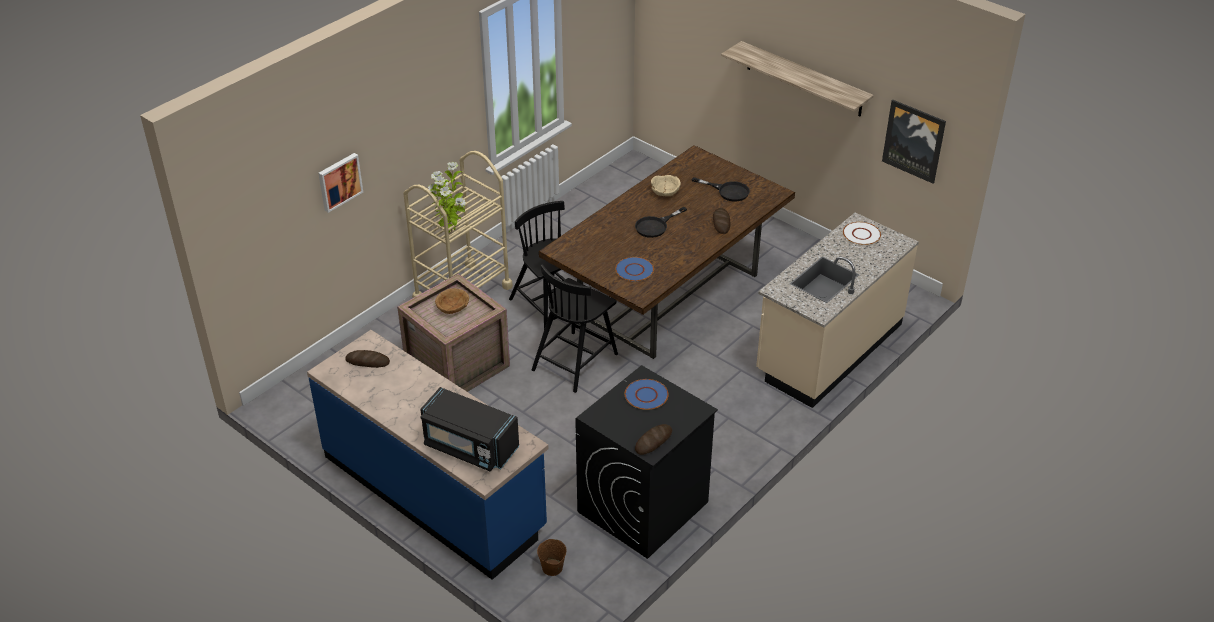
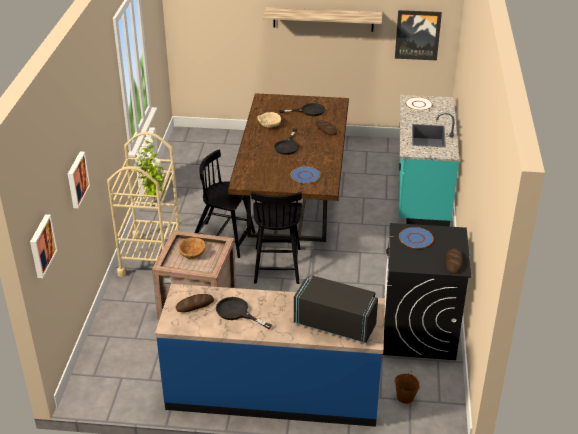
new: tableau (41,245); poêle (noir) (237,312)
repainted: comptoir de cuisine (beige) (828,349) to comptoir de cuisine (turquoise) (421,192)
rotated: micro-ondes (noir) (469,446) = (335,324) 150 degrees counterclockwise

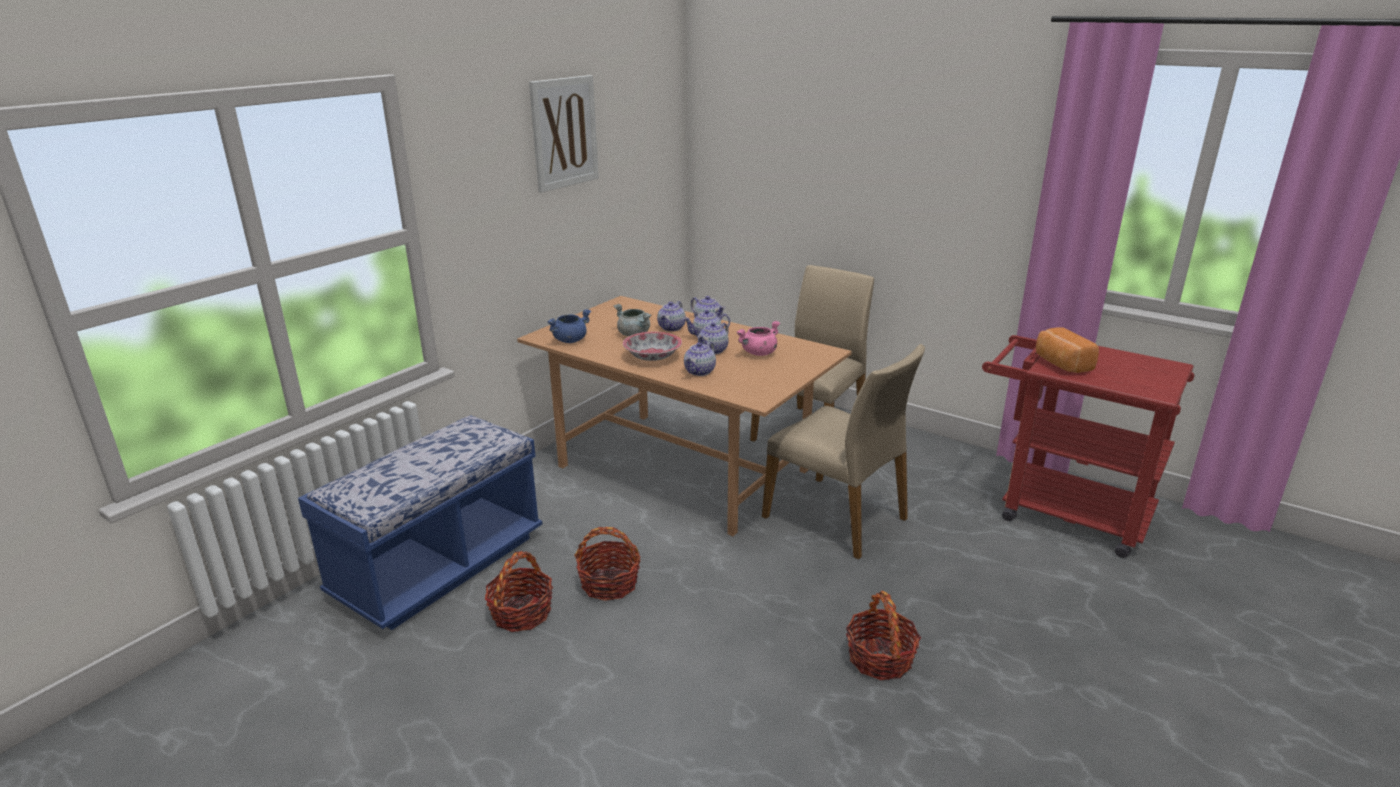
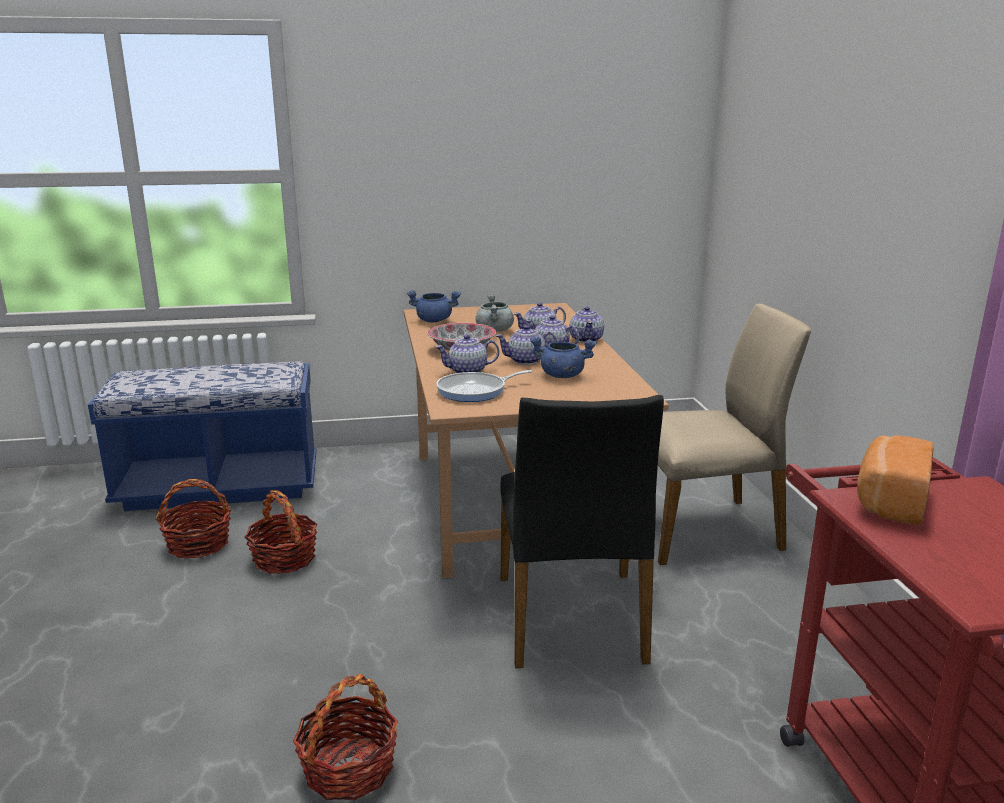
gone: tableau (564,133)
new: poêle (475,391)
repainted: chaise (beige) (837,517) to chaise (noir) (572,618); marmite (rose) (759,353) to marmite (bleu) (561,376)

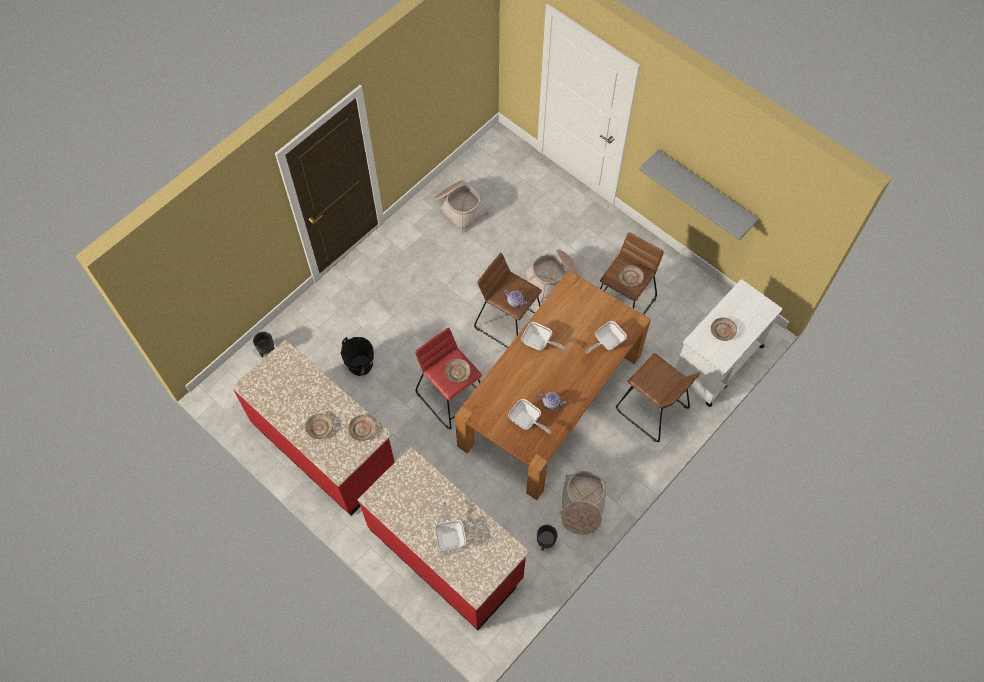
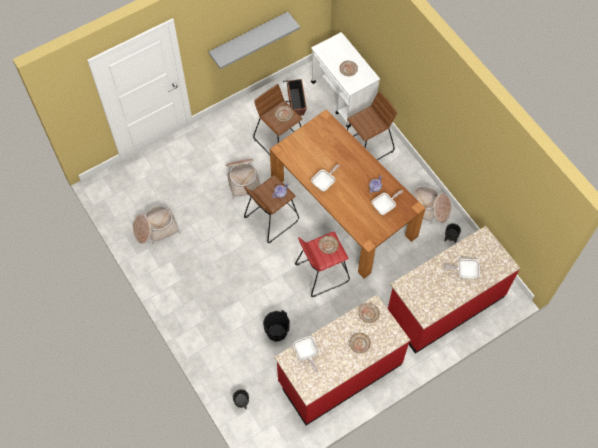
new: cache-pot (296,102)
shifted: poêle (606,342) to (306,354)

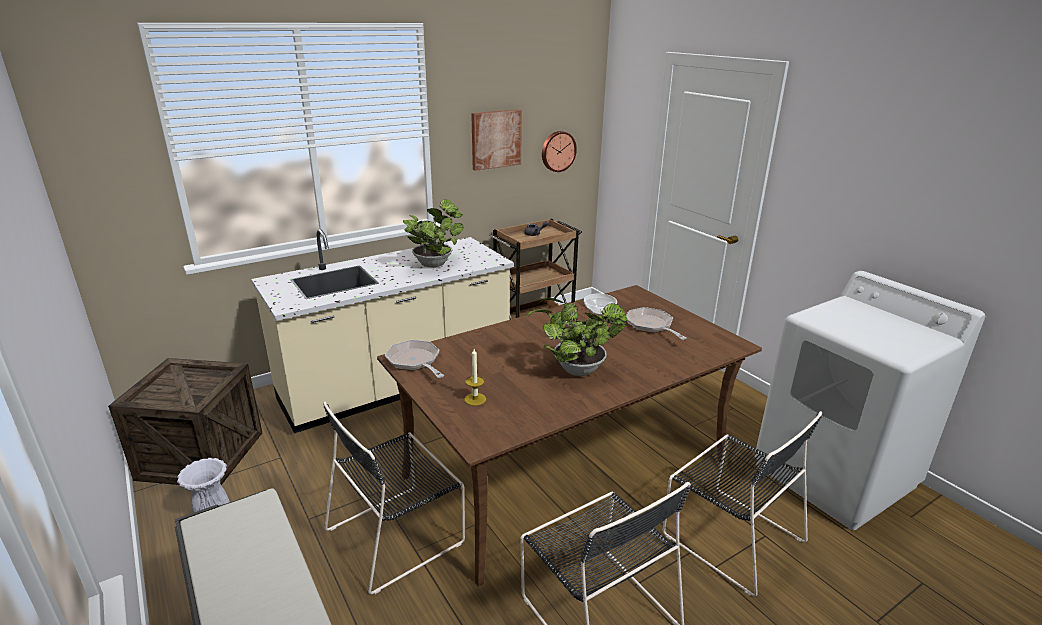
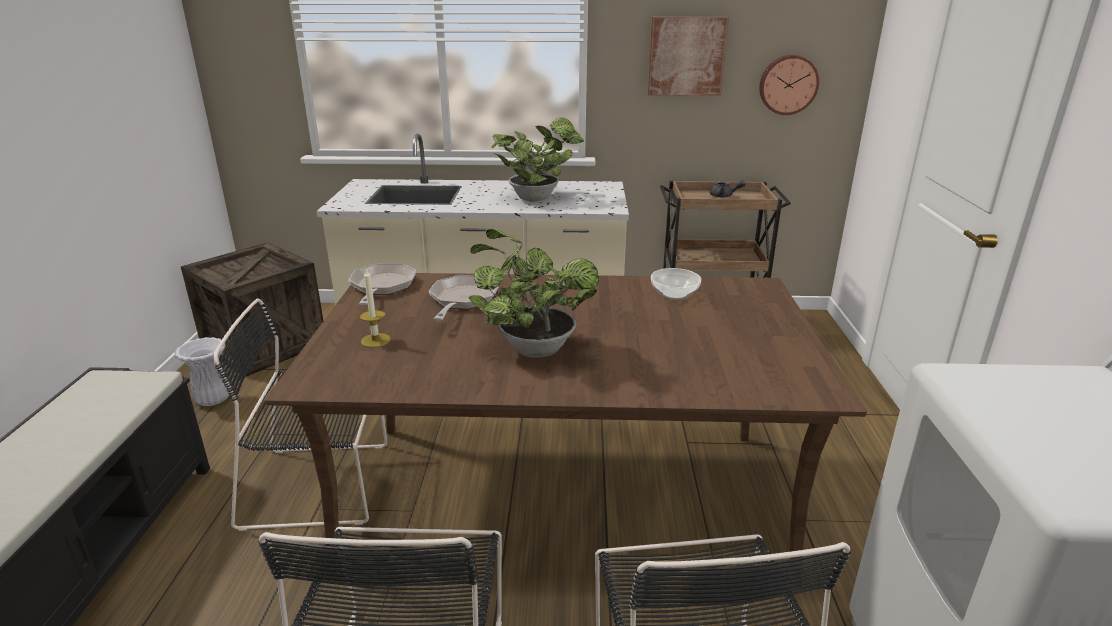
shifted: poêle (651,326) to (462,301)

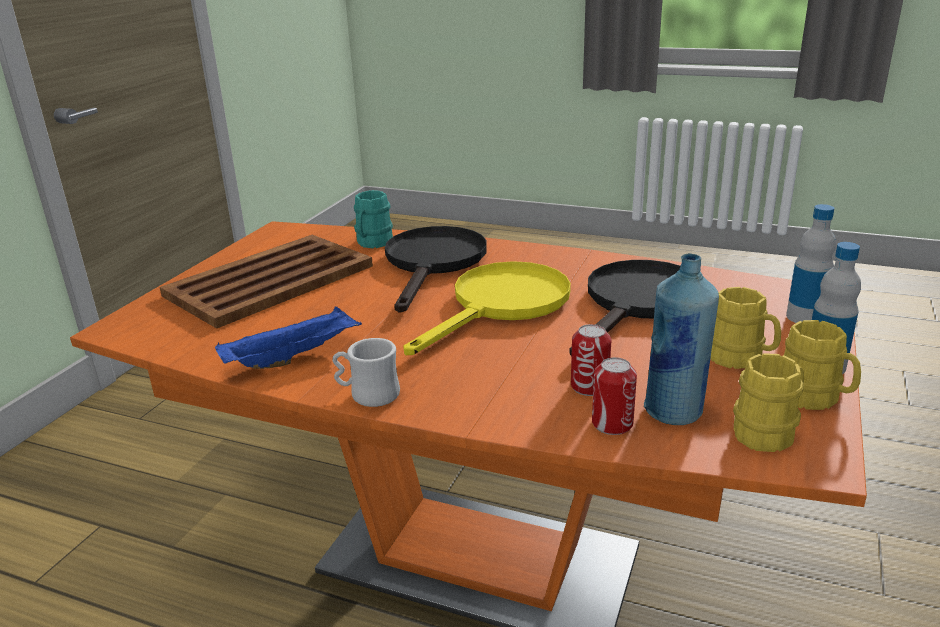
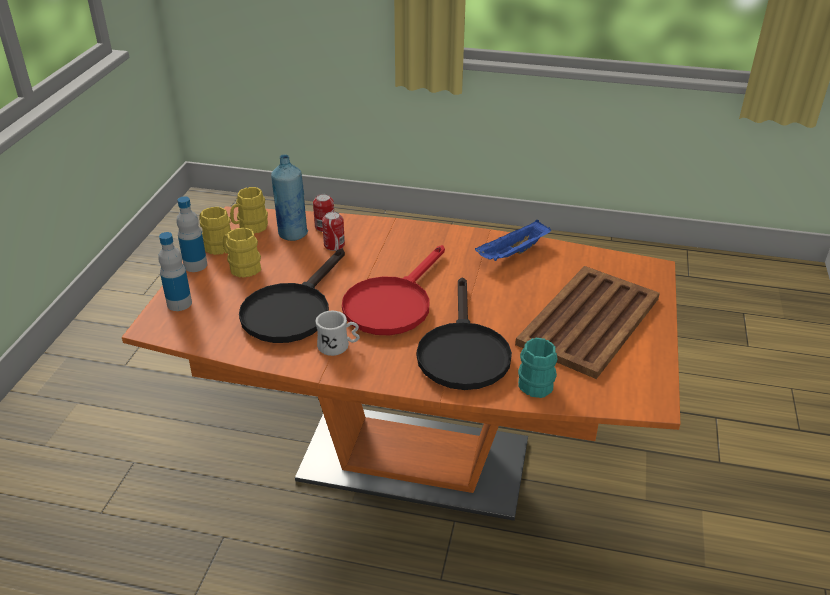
shifted: mug (blanc) (367,394) to (338,346)
repainted: poêle (jaune) (502,305) to poêle (rouge) (392,303)

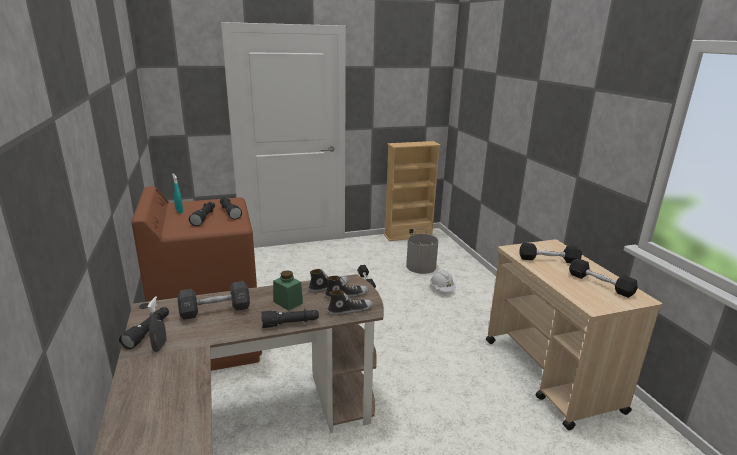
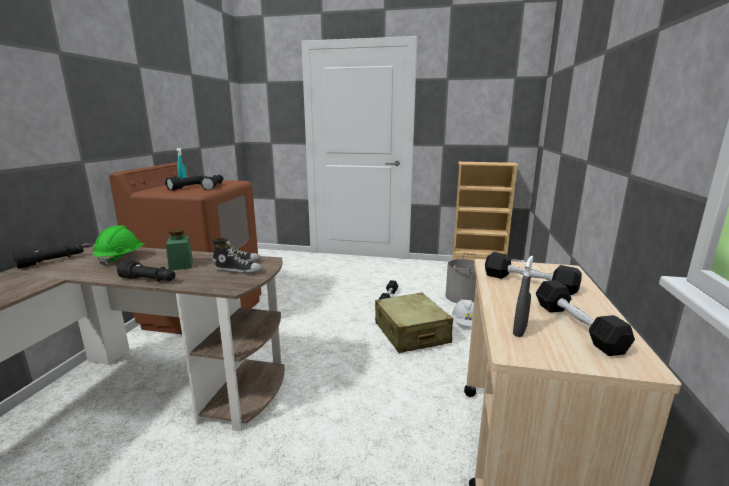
gone: chaussure (350,310)
new: valise (beige) (411,333)
shifted: vaporisateur (gris) (160,346) to (519,331)
swapped: haltère (noir) (215,310) to casque de chantier (vert) (121,258)

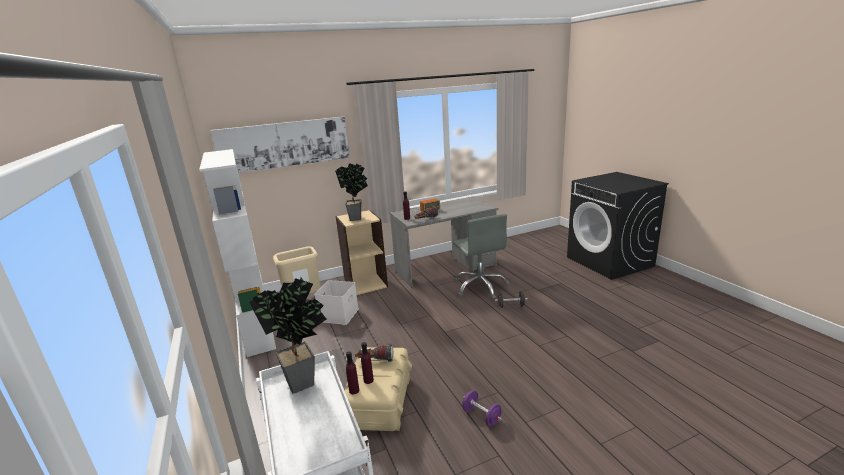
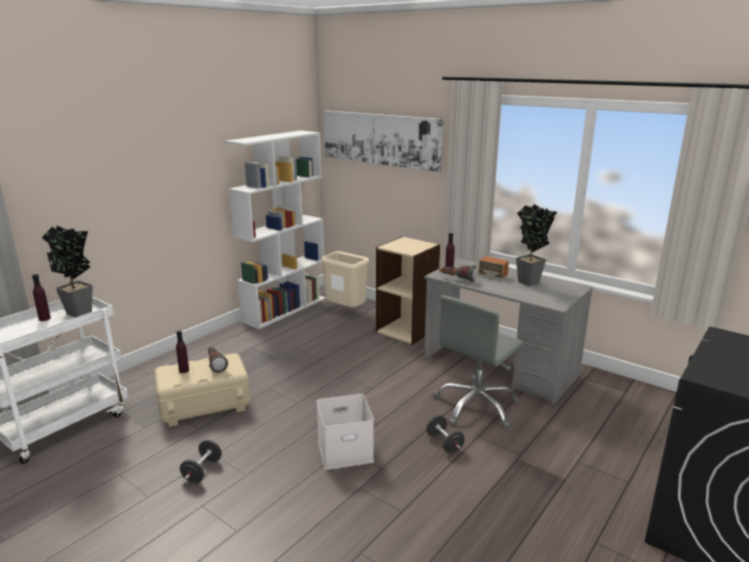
shifted: bouteille (violet) (354,390) to (44,318); boîte de rangement (blanc) (338,314) to (346,450); plante en pot (357,219) to (529,283)
repainted: haltère (violet) (481,416) to haltère (noir) (202,471)

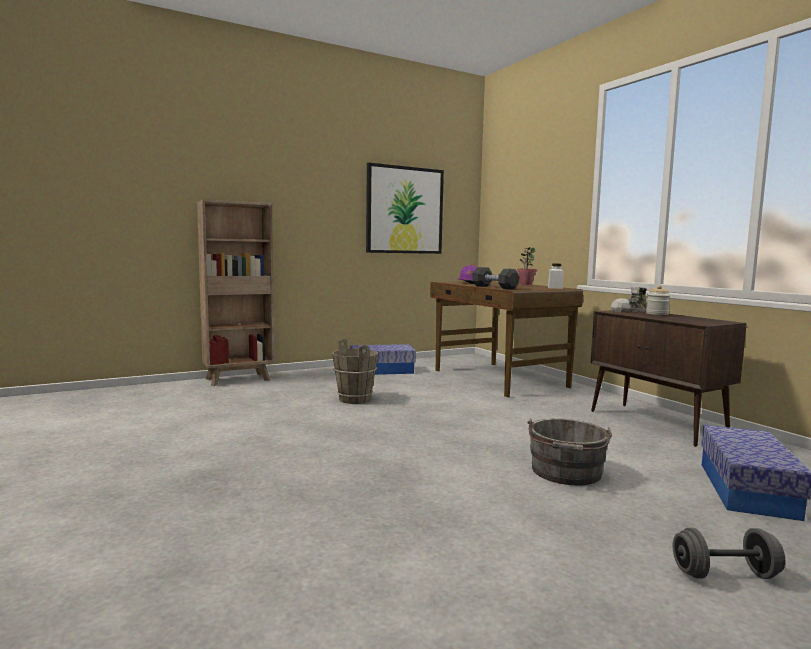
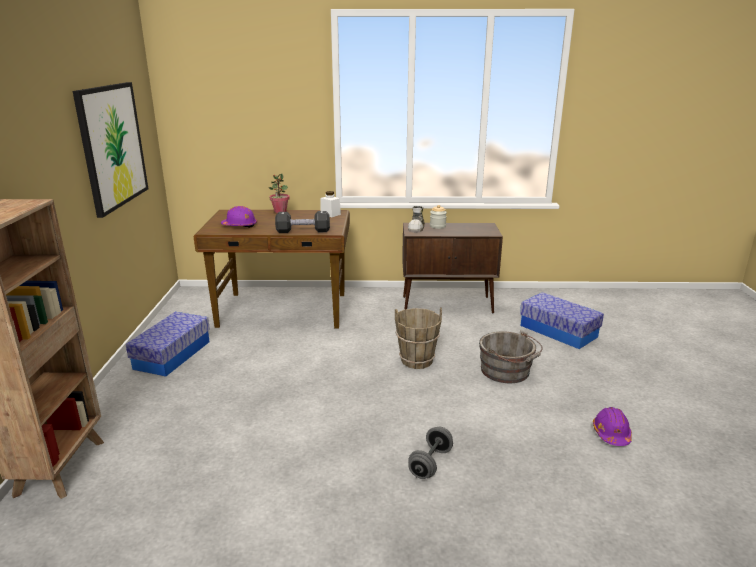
new: casque de chantier (violet) (611,434)
shifted: seau (marron) (355,399) to (416,360); haltère (gris) (724,574) to (430,463)

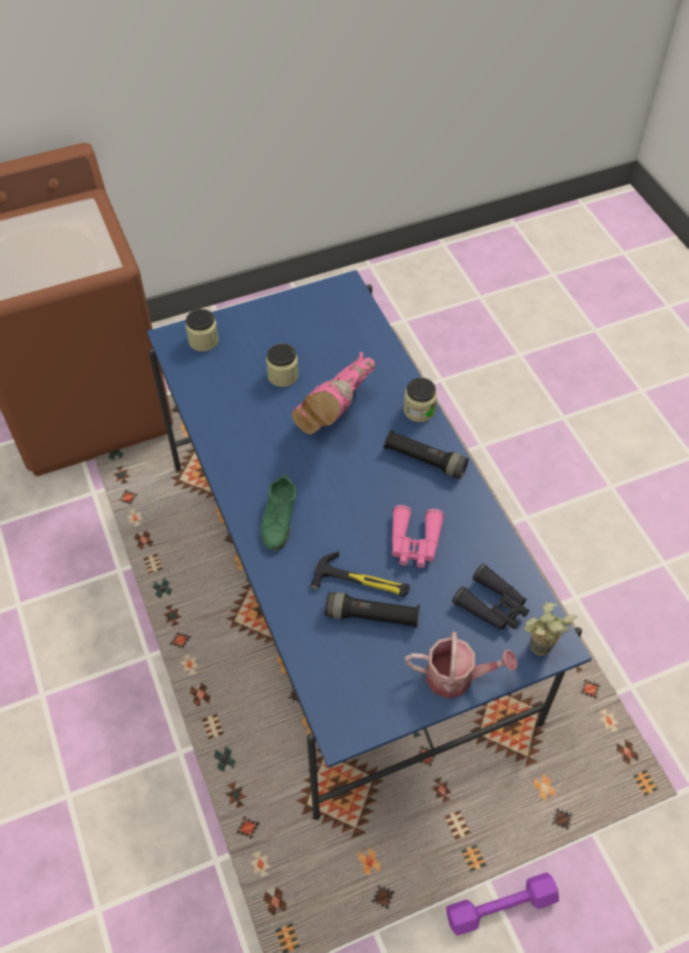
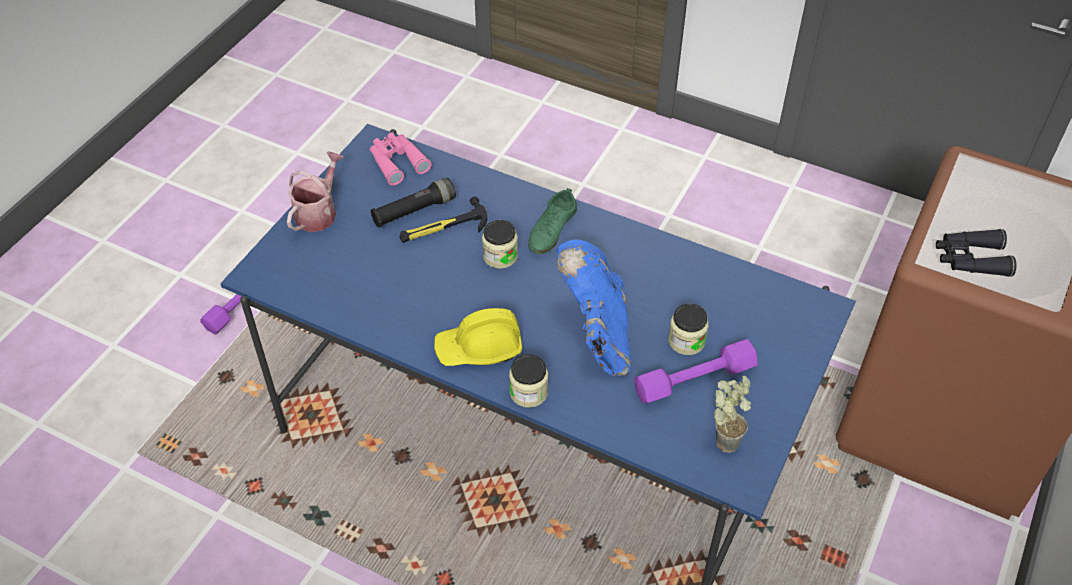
new: haltère (violet) (694,379)
shifted: jumelles (rose) (414,543) to (397,162); bocal (203,341) to (500,256); plante en pot (537,652) to (725,437); jumelles (noir) (493,606) to (970,259)
swapped: lampe de poche (noir) (425,460) to casque de chantier (jaune) (479,348)
repainted: botte (rose) (335,416) to botte (bleu) (598,335)
rotated: arrosoir (456,677) = (319,212) 150 degrees clockwise; chaussure (vert) (279,518) = (552,229) 120 degrees counterclockwise

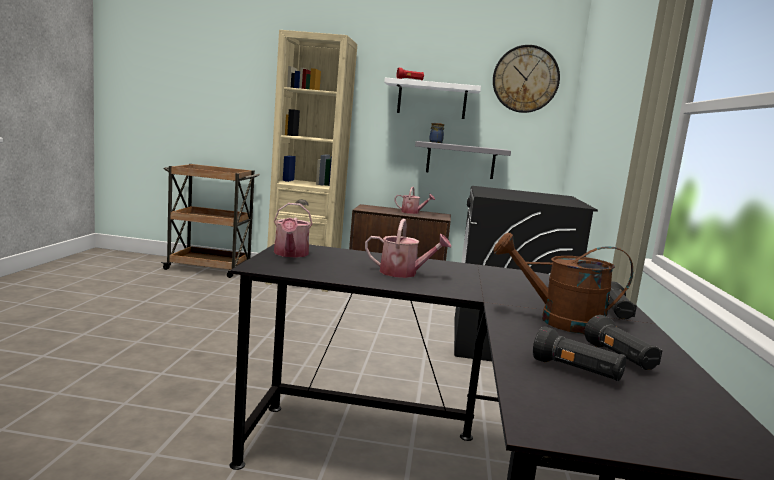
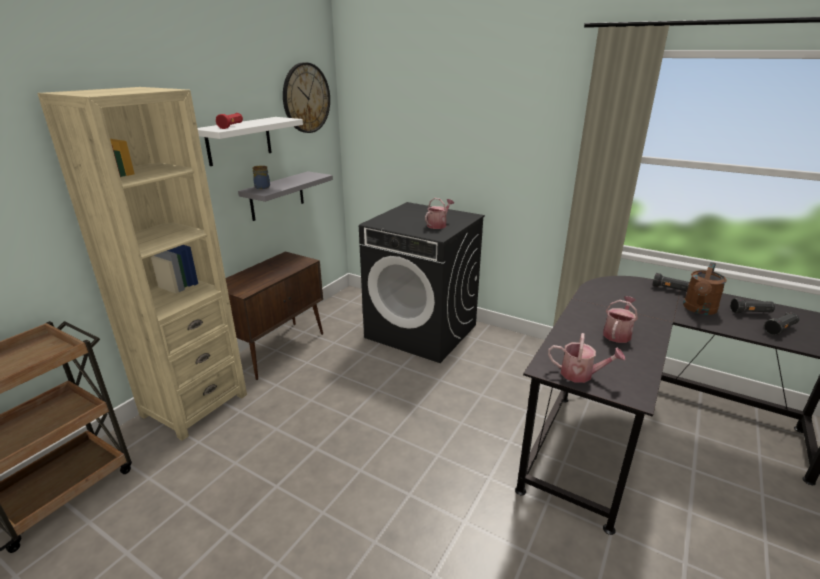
shifted: arrosoir (412,212) to (438,225)

